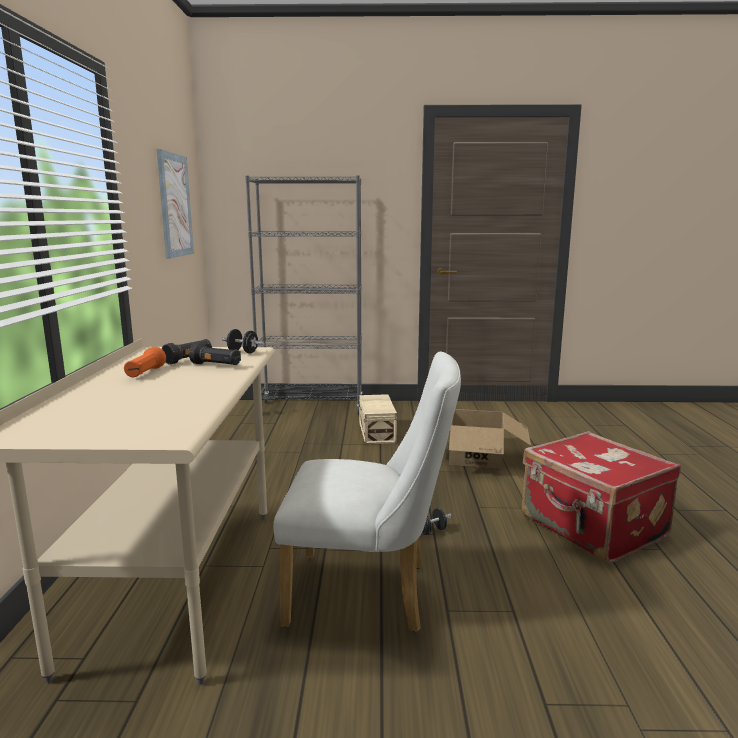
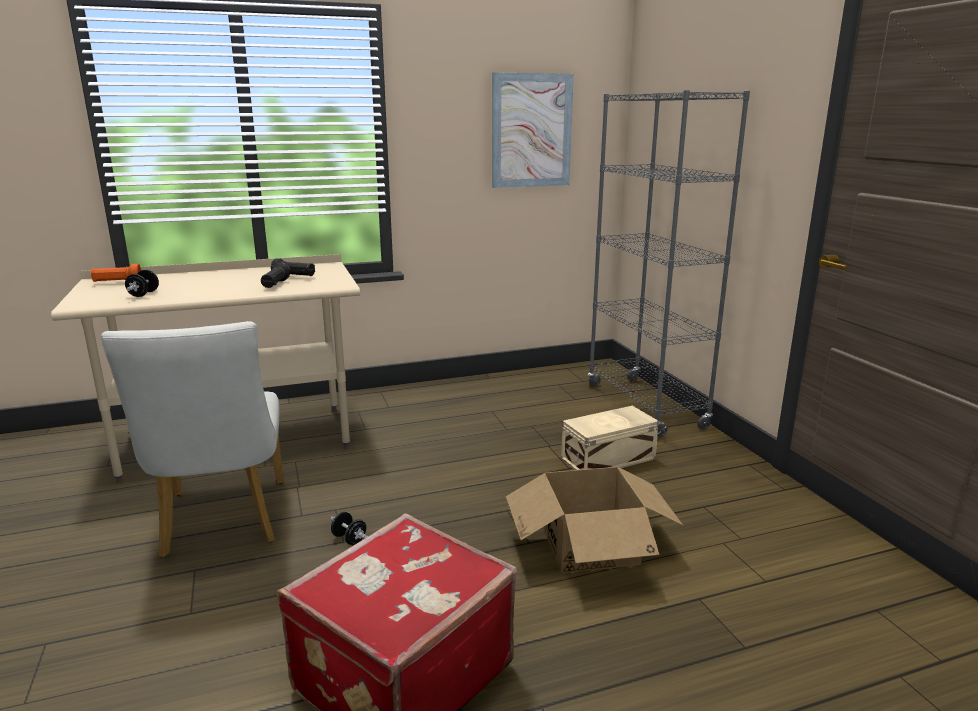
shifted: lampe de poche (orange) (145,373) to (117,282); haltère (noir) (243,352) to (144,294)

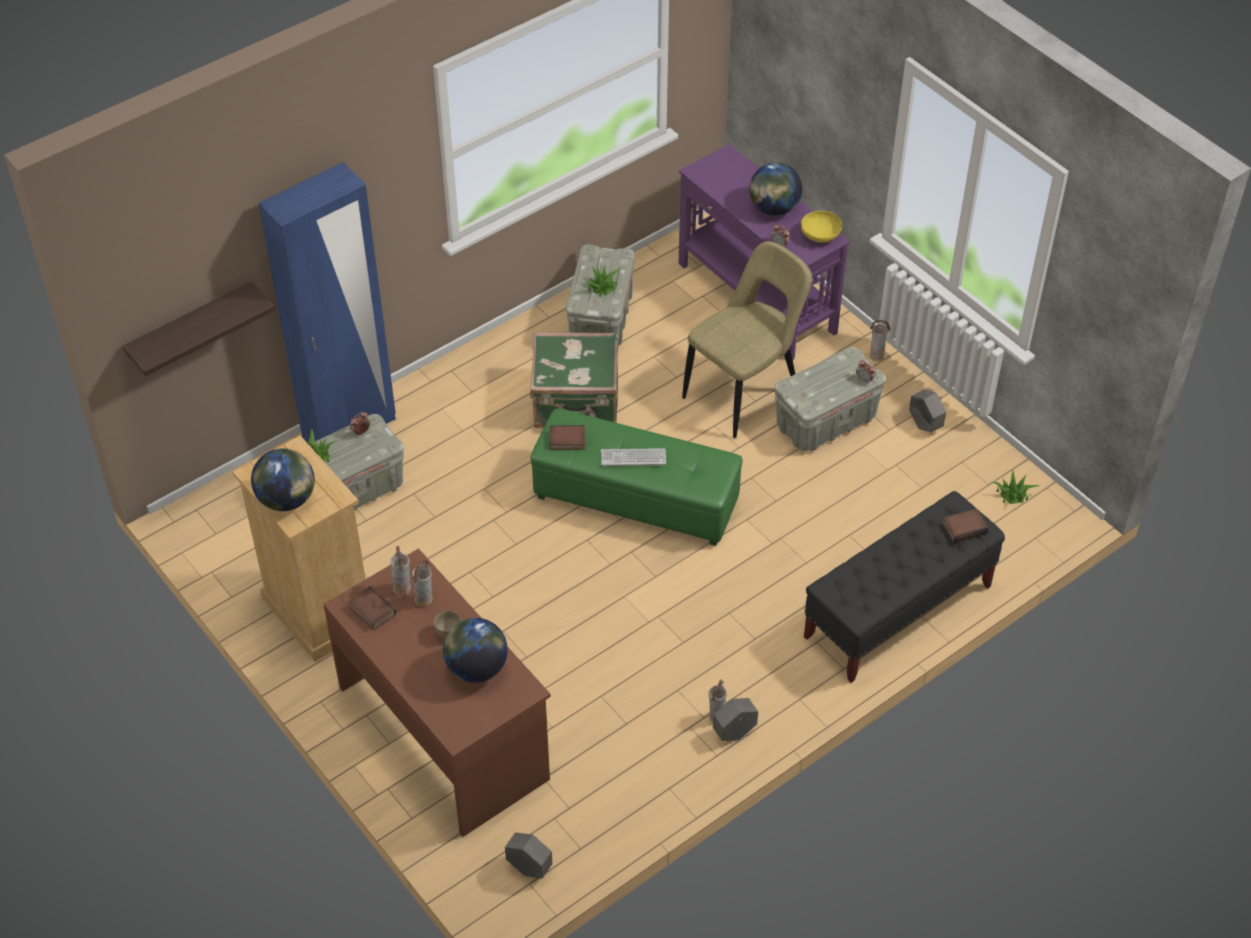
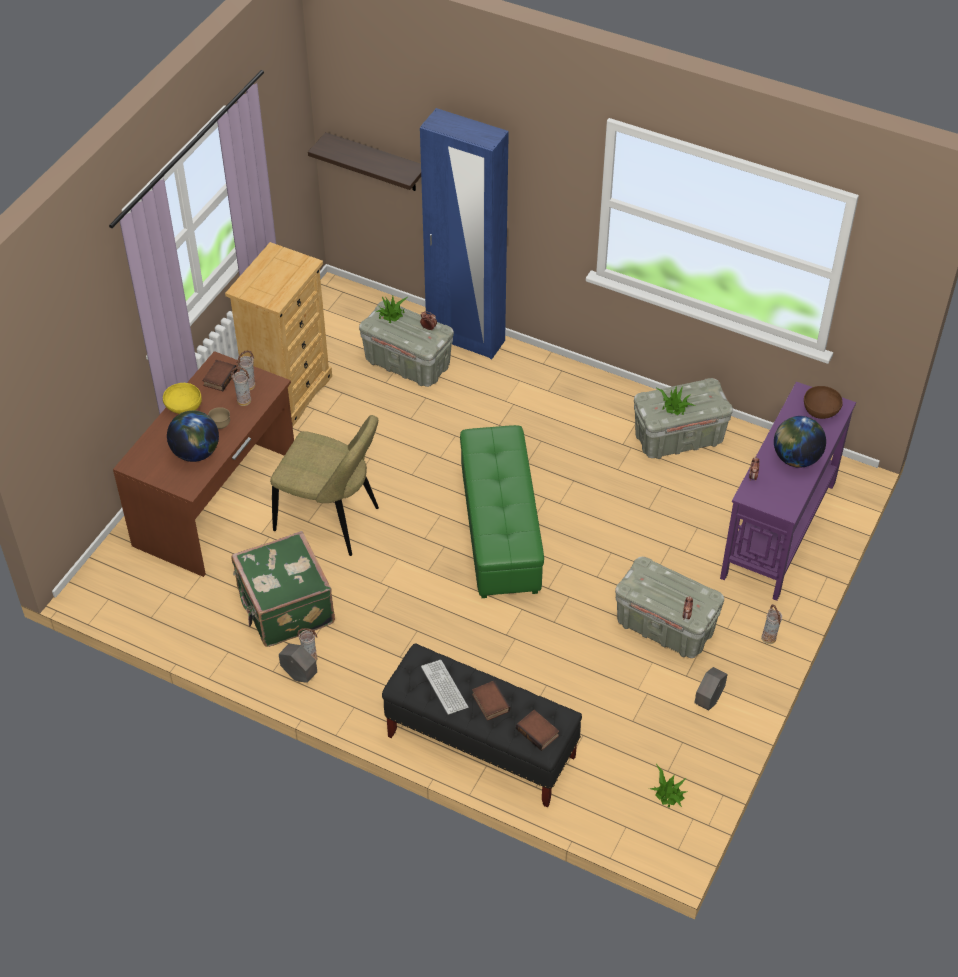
gone: globe (287,499); cache-pot (gris) (529,868)
new: bol (marron) (820,410)
shifted: bol (jaune) (820,236) to (183,407); valise (vert) (576,403) to (284,608); chaise (beige) (745,392) to (331,521); clavier (633,458) to (444,687); livre (566,441) to (489,702)

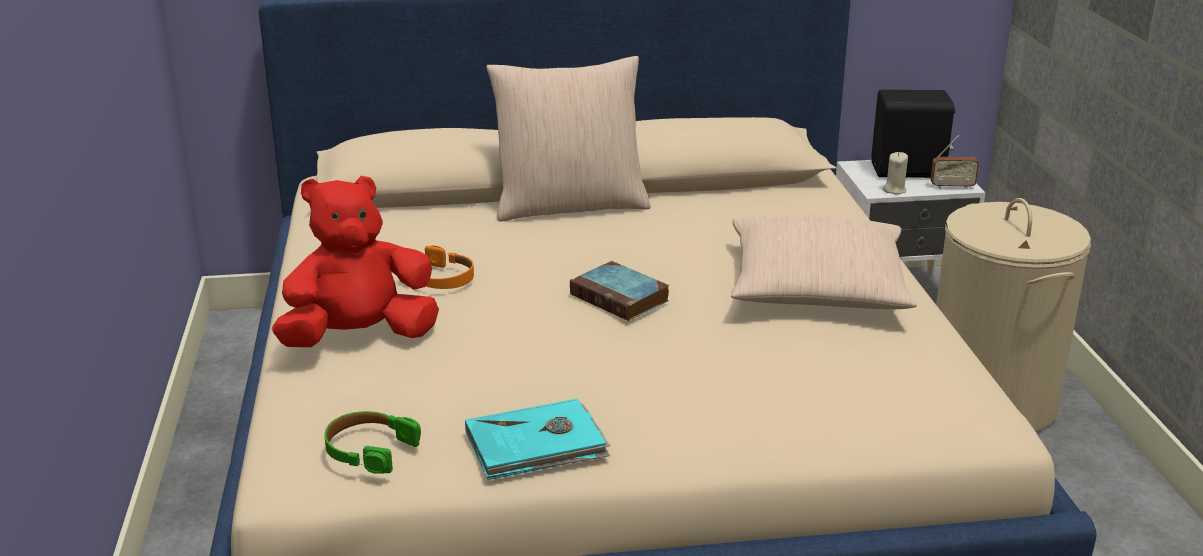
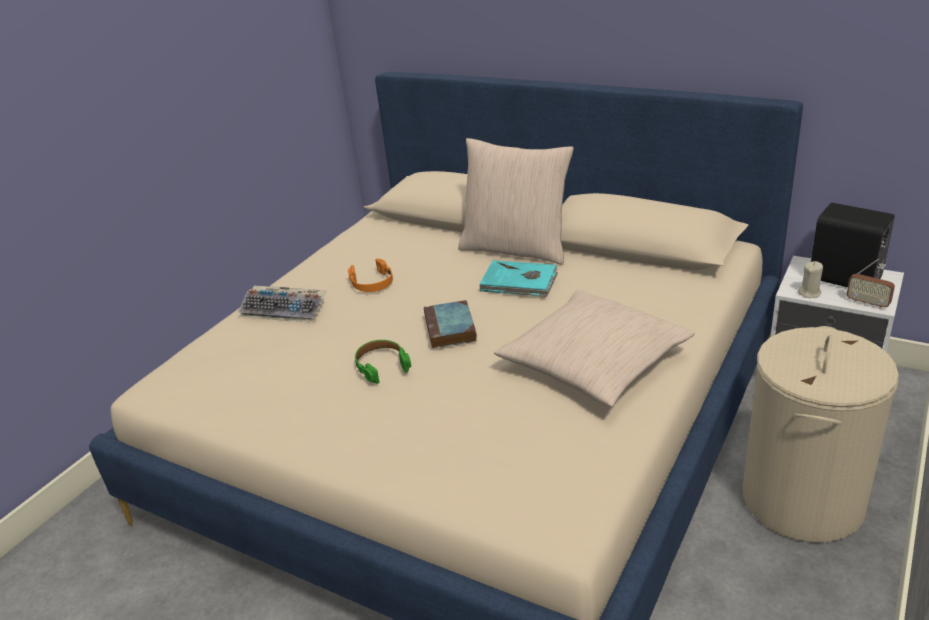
shifted: casque audio (vert) (369,450) to (381,365); livre (turquoise) (537,445) to (519,282)
swapped: peluche (rouge) (359,337) to clavier (286,310)

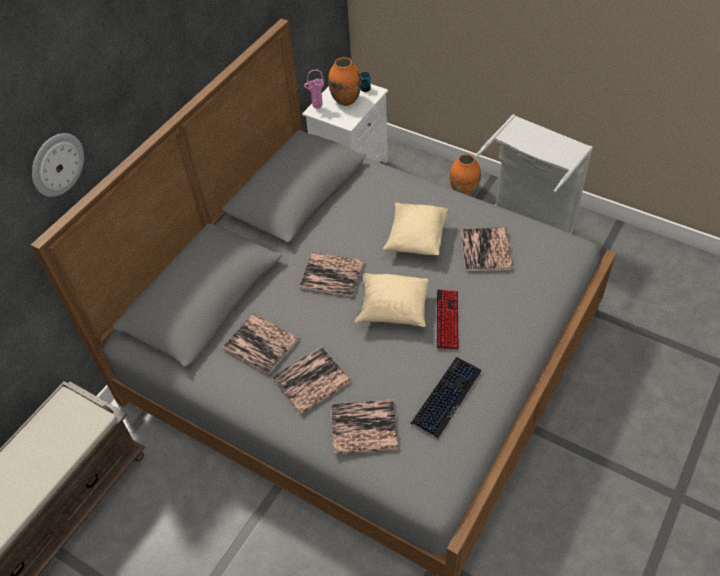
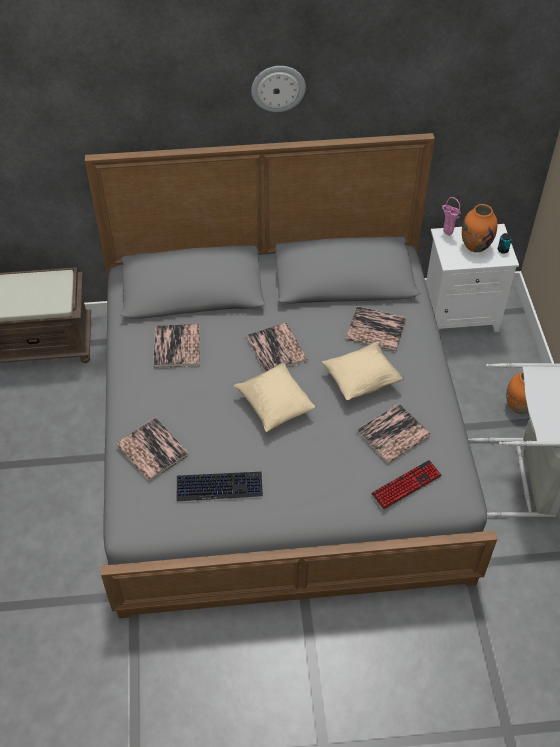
shifted: horloge murale (56,164) to (278,88); livre (311,380) to (375,329); clavier (447,320) to (406,485)

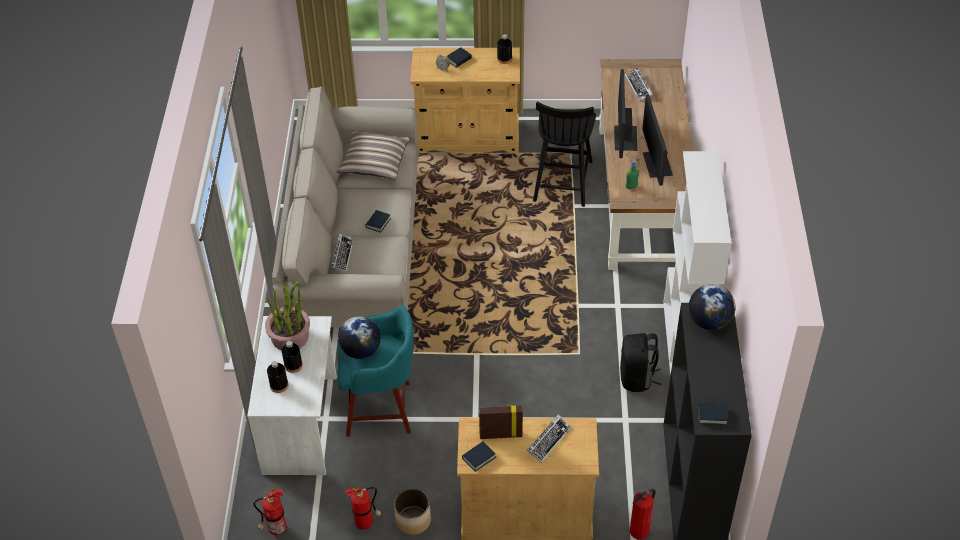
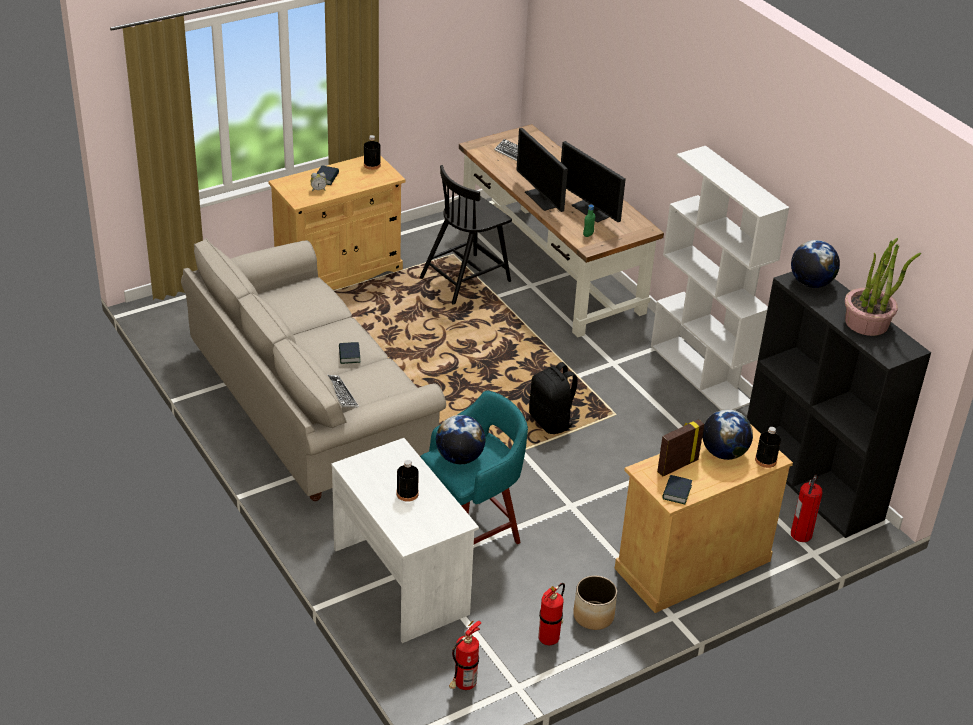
gone: coussin (374,161); livre (712,415)
shifted: sac à dos (noir) (637,378) to (551,421); bouteille (noir) (279,385) to (765,460); plante en pot (290,337) to (867,322)
swapped: clavier (549,440) to globe (723,453)
rotated: chaise (noir) (562,180) = (466,278) 75 degrees clockwise

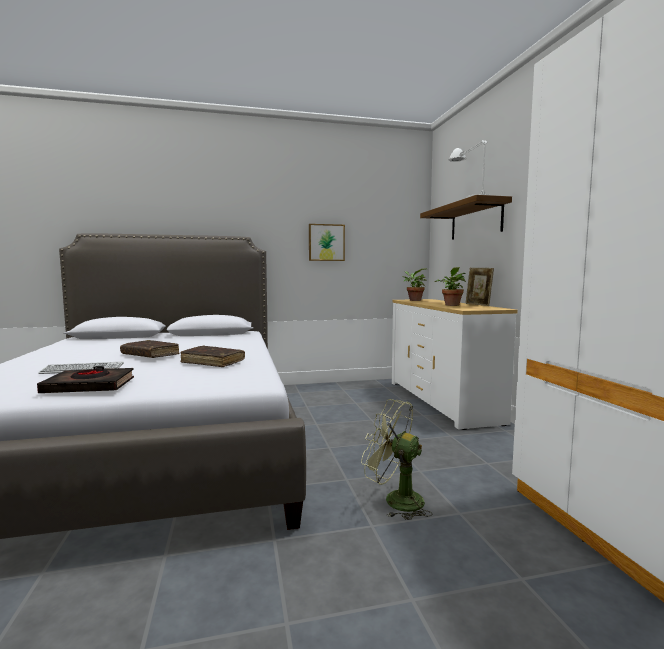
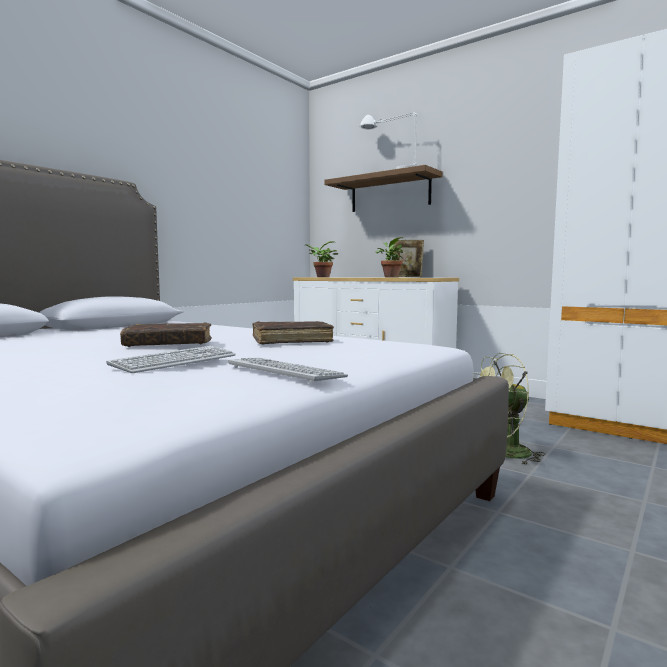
gone: tableau (326,242)
swapped: livre (noir) (90,386) to clavier (284,371)

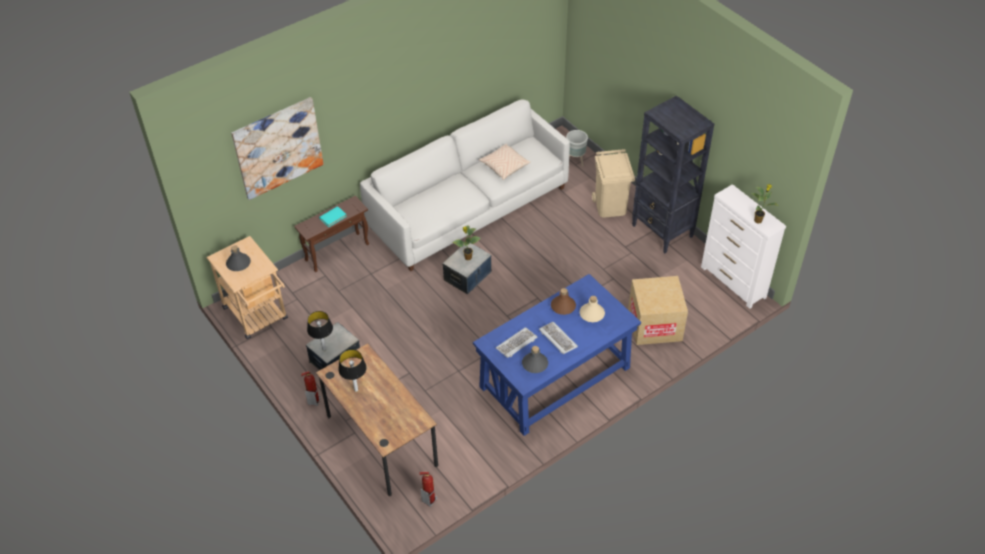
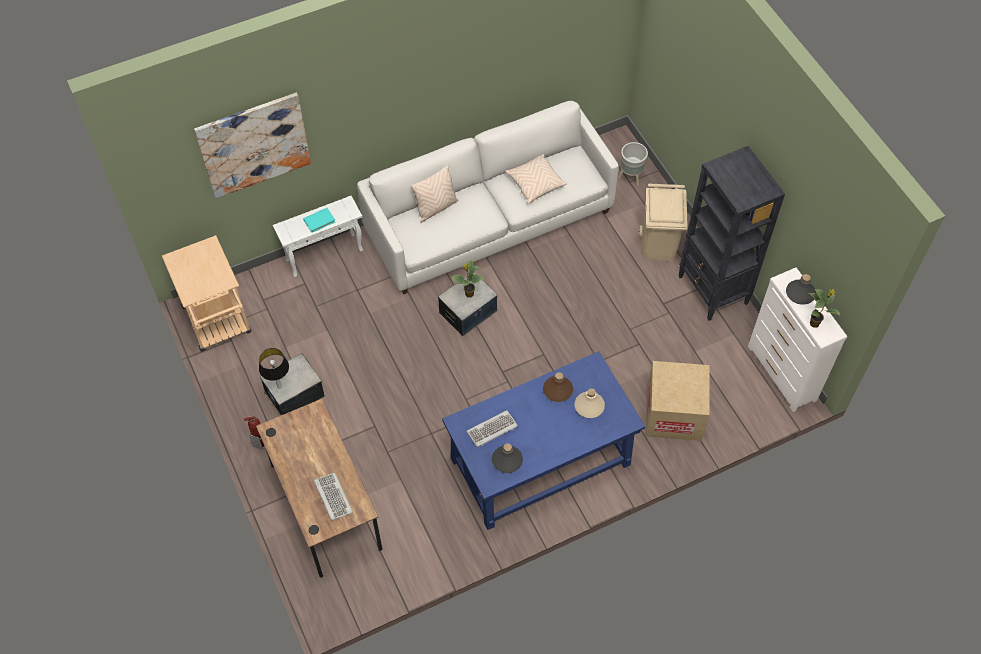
gone: lampe de table (356,390); extincteur (429,500)
new: coussin (beige) (436,208)
shifted: clavier (557,339) to (332,497); bouteille (gris) (238,264) to (800,293)
repainted: table d'appoint (marron) (337,252) to table d'appoint (blanc) (324,255)

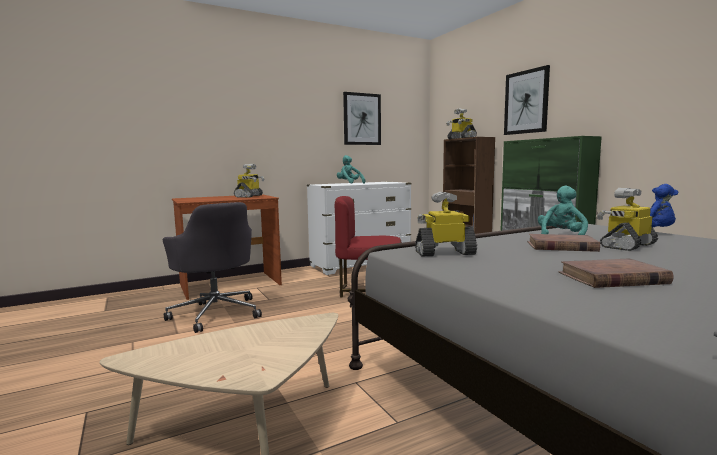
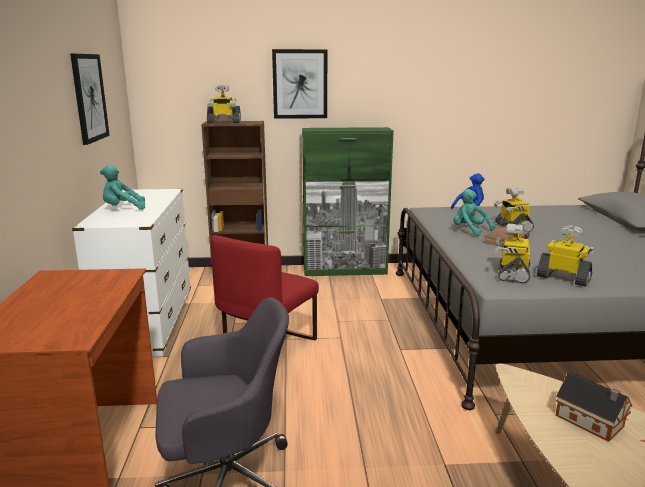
gone: livre (marron) (612,278)
new: maison miniature (591,422)
shifted: robot jouet (249,196) to (564,278)

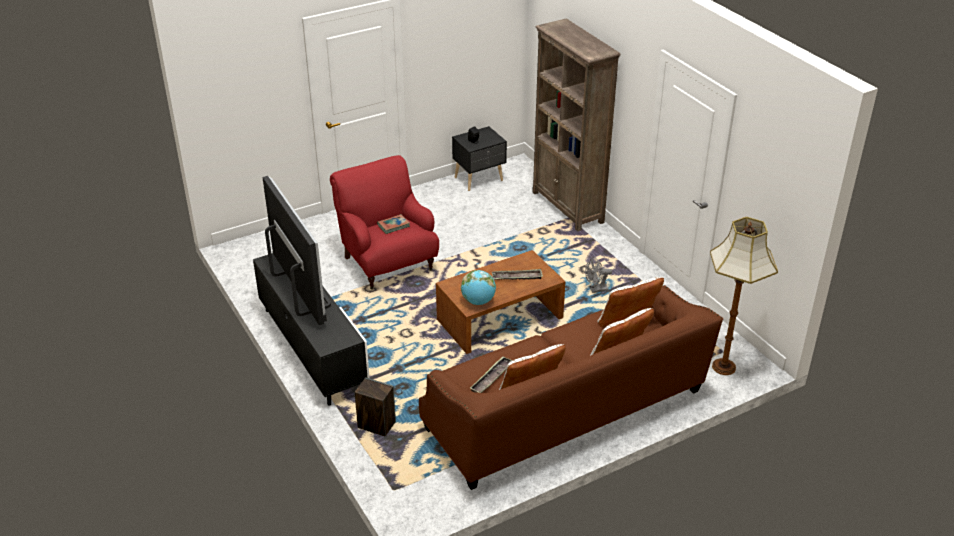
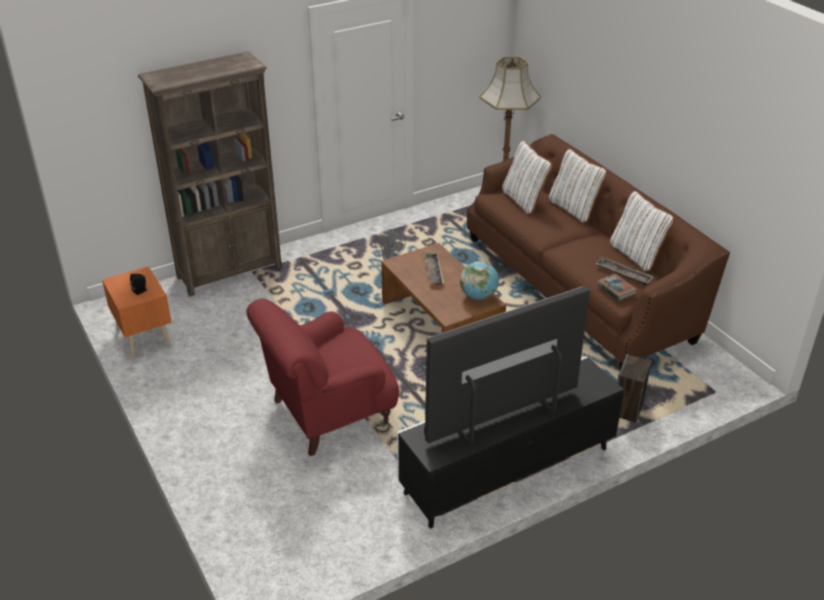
shifted: livre (393,226) to (616,289)
repainted: table de chevet (noir) (479,179) to table de chevet (orange) (144,337)

